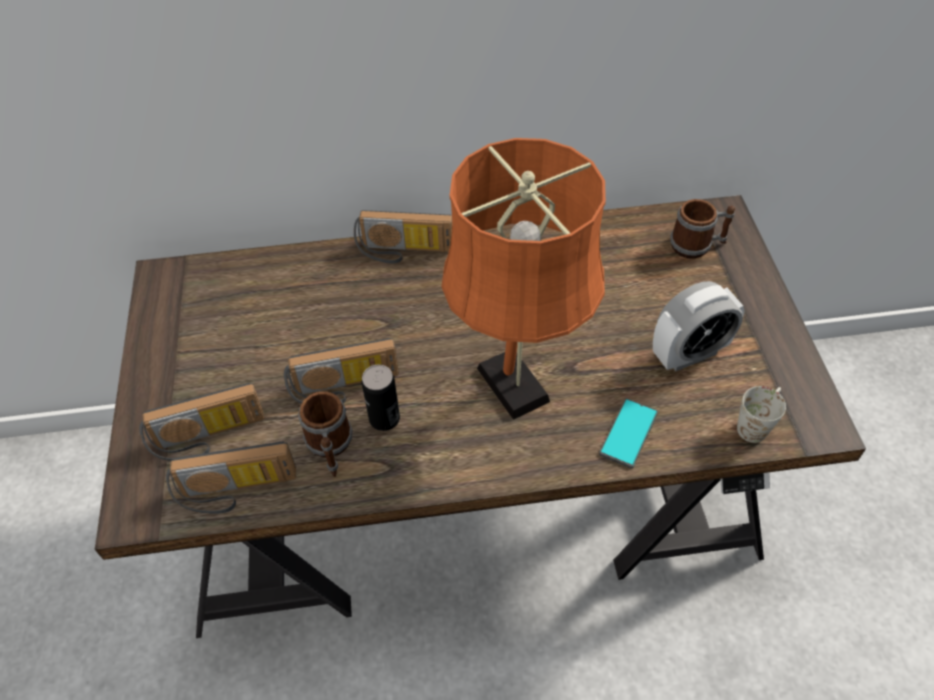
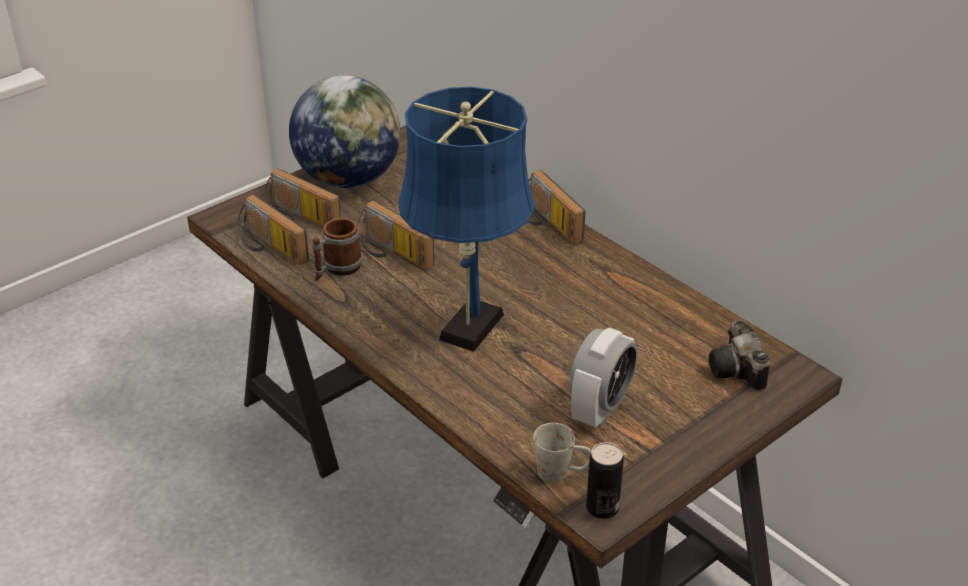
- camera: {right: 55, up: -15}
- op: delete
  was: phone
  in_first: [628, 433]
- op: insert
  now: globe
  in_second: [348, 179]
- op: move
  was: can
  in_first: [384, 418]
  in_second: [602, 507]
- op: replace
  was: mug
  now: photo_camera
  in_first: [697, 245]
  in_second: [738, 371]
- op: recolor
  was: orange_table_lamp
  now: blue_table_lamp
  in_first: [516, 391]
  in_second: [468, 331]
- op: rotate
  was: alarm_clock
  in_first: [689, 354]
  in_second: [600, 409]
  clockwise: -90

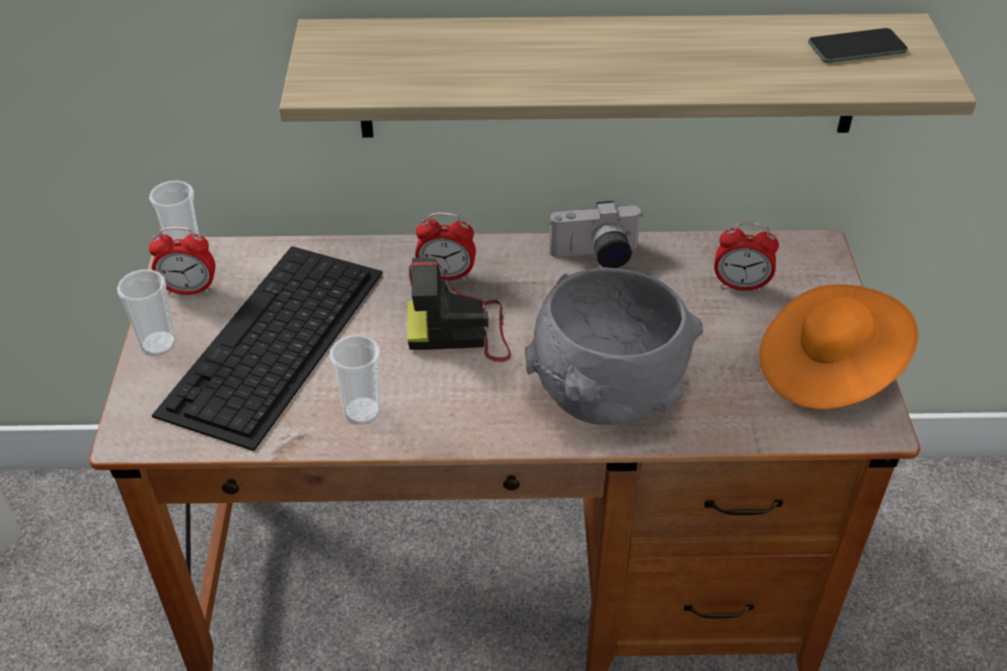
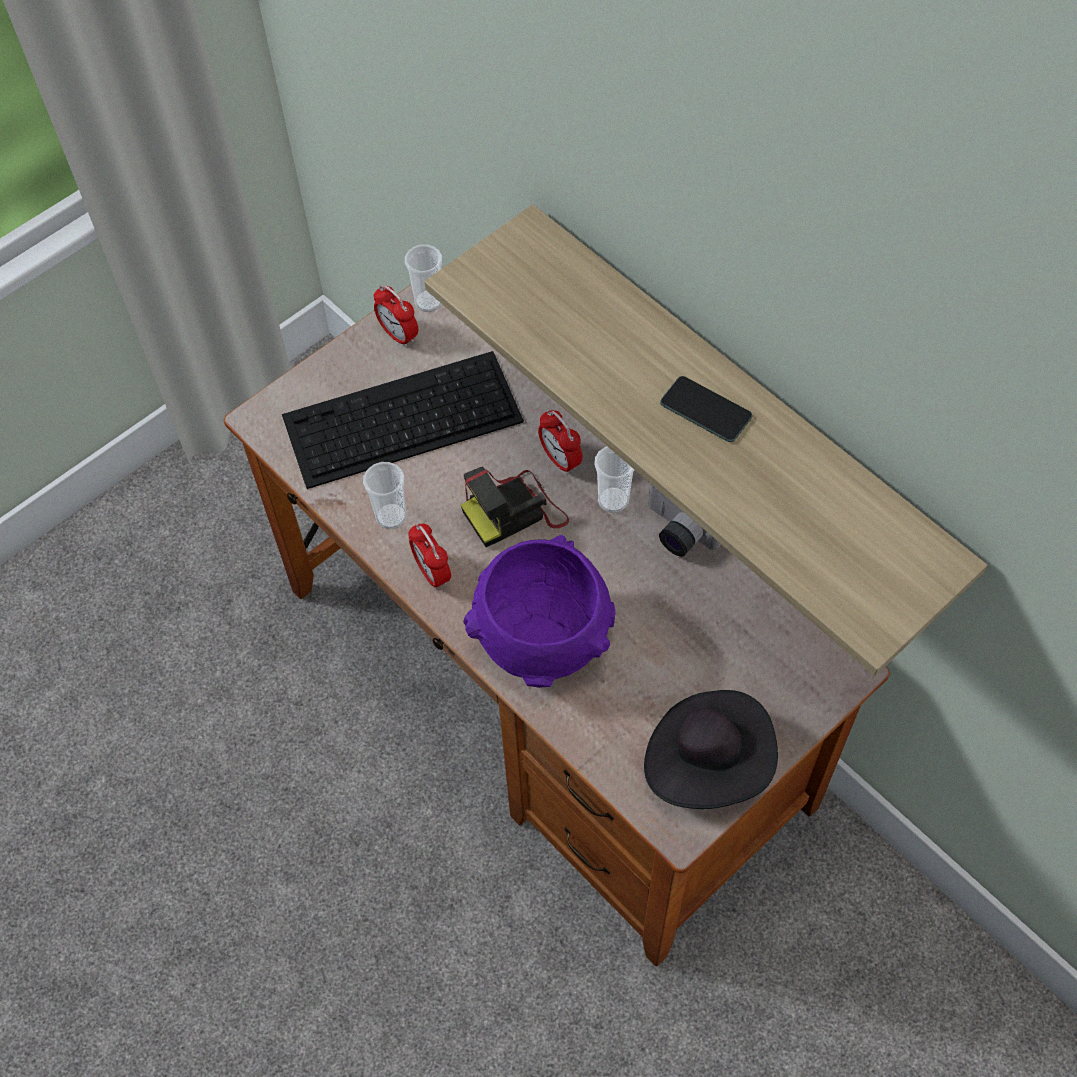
- camera: {right: 50, up: 15}
- op: move
  was: cup
  in_first: [158, 344]
  in_second: [613, 500]
- op: move
  was: alarm_clock
  in_first: [740, 285]
  in_second: [432, 573]
- op: move
  was: phone
  in_first: [857, 47]
  in_second: [705, 410]
- op: recolor
  was: grey_bowl
  now: purple_bowl
  in_first: [606, 395]
  in_second: [541, 640]
- op: recolor
  was: orange_hat
  now: black_hat
  in_first: [828, 370]
  in_second: [707, 762]
- op: rotate
  was: photo_camera
  in_first: [461, 332]
  in_second: [515, 512]
  clockwise: -75

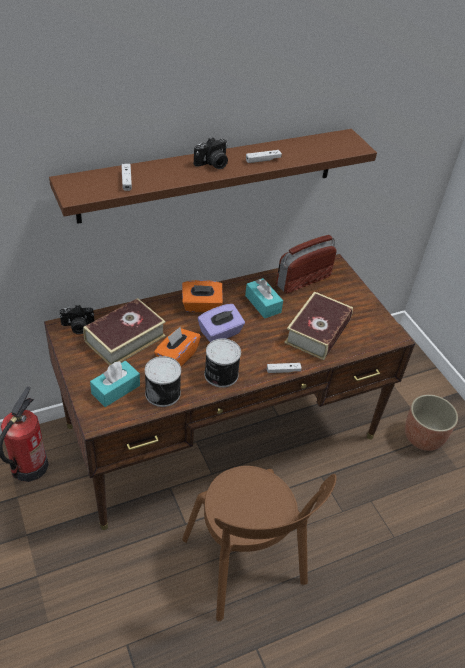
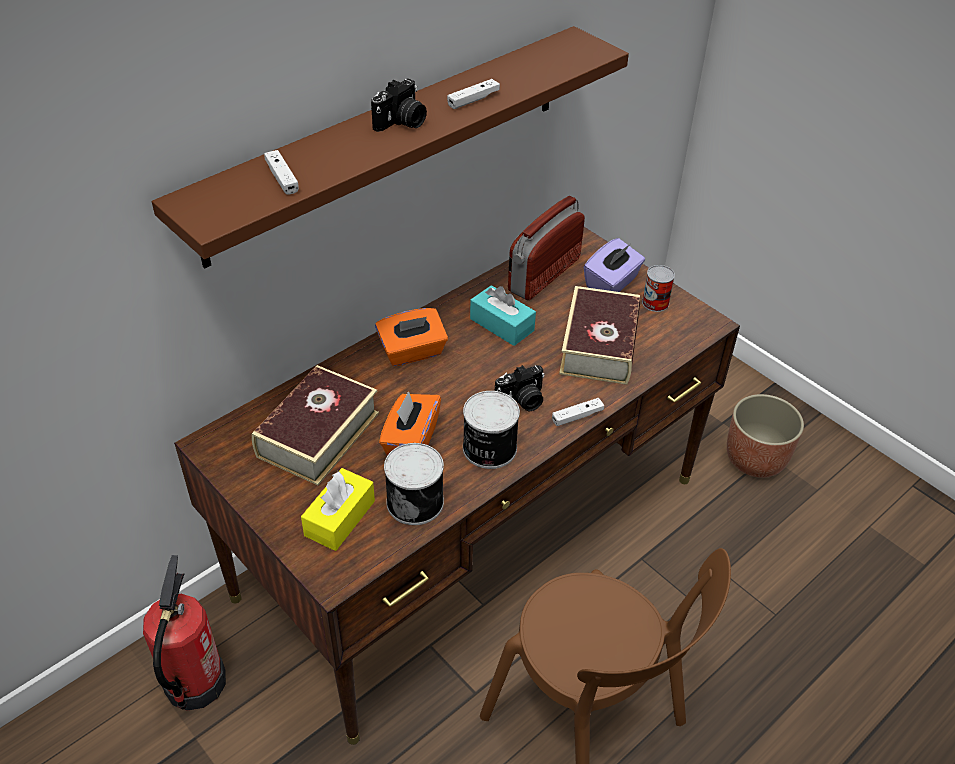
- camera: {right: -15, up: 0}
- op: insert
  now: can
  in_second: [655, 303]
- op: move
  was: photo_camera
  in_first: [77, 327]
  in_second: [522, 400]
- op: move
  was: purple_tissue_box
  in_first: [220, 333]
  in_second: [612, 283]
- op: recolor
  was: turquoise_tissue_box
  now: yellow_tissue_box
  in_first: [115, 389]
  in_second: [340, 518]

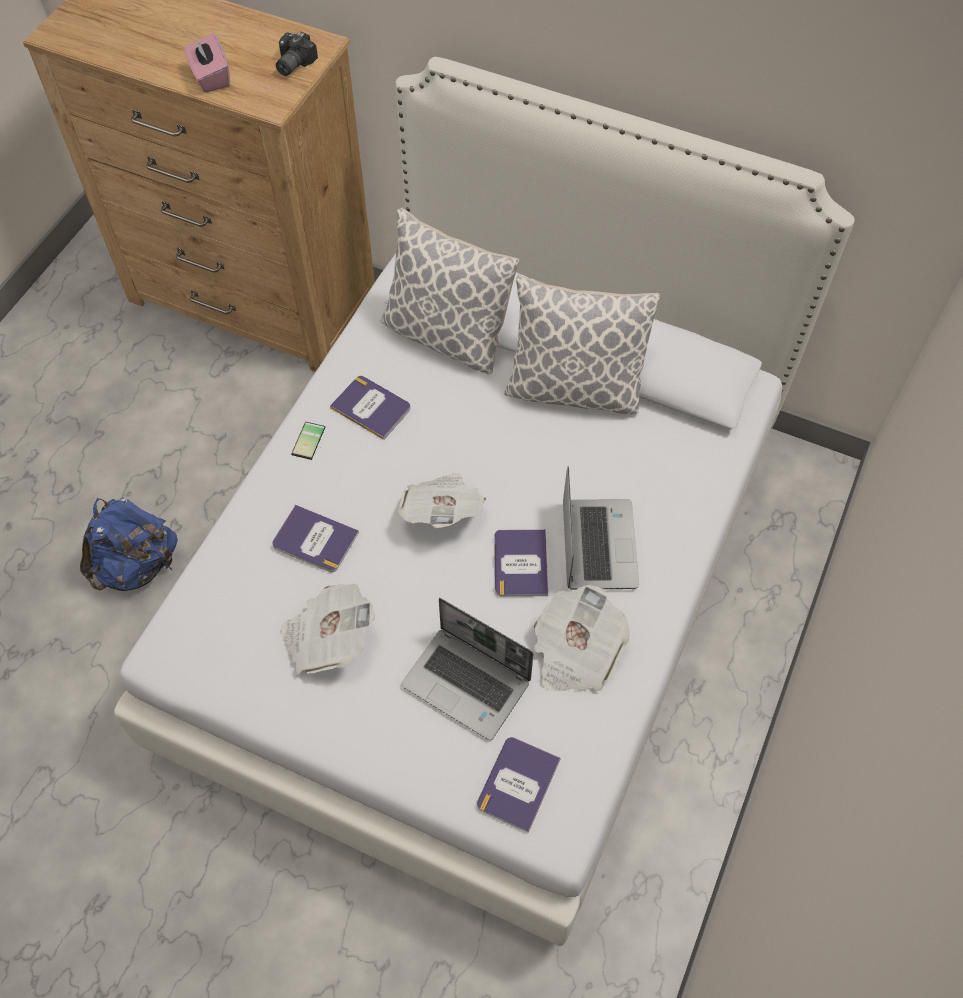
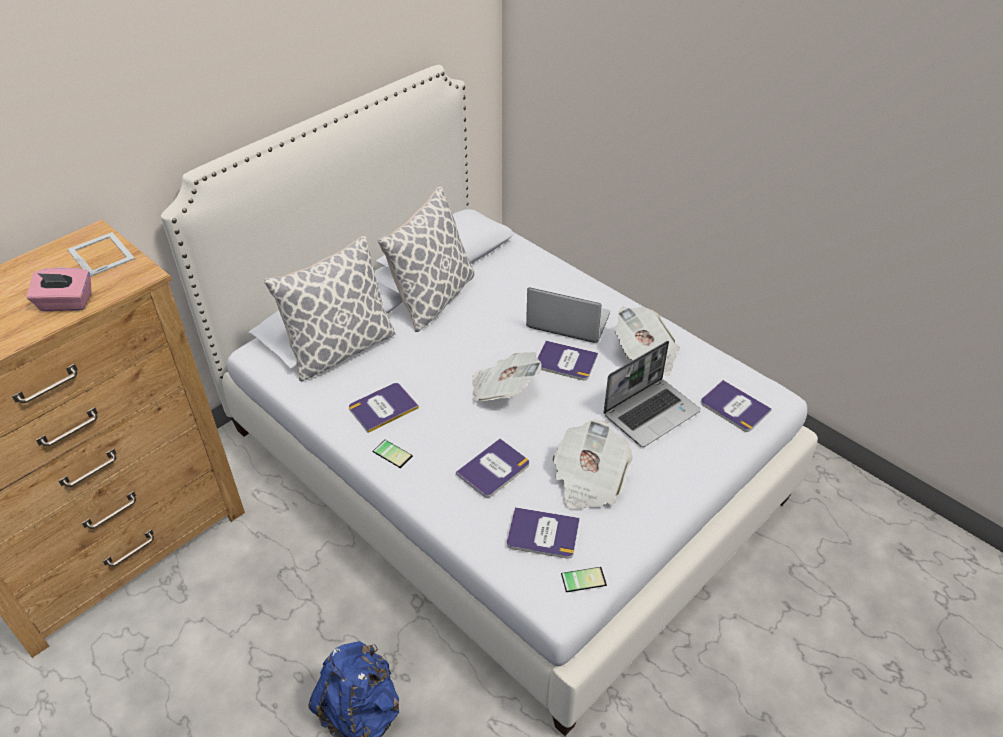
- camera: {right: -70, up: -15}
- op: insert
  now: book
  in_second: [543, 534]
- op: insert
  now: phone
  in_second: [583, 577]
- op: replace
  was: photo_camera
  now: picture_frame
  in_first: [292, 64]
  in_second: [101, 254]

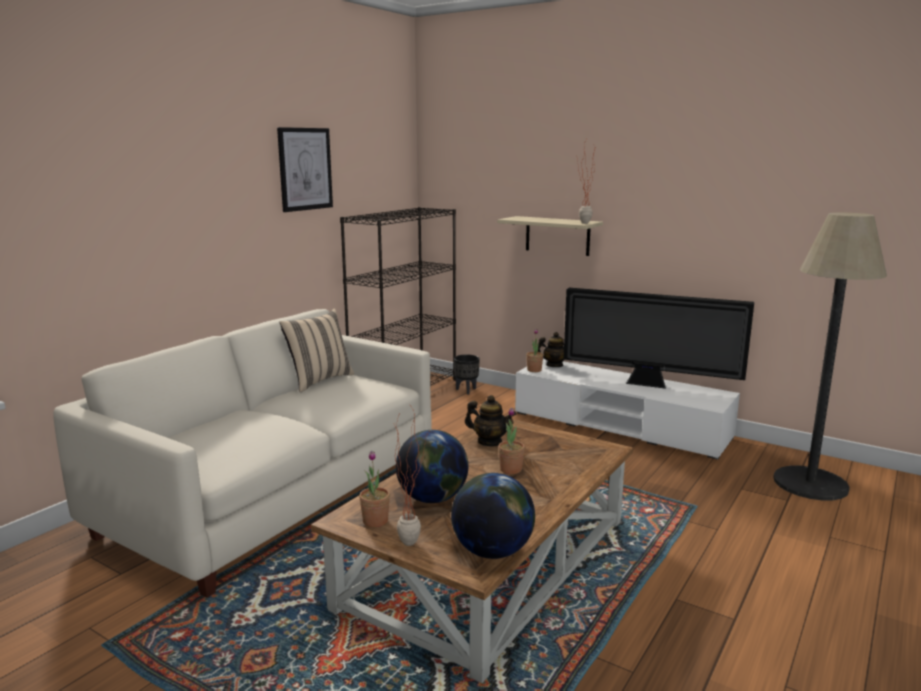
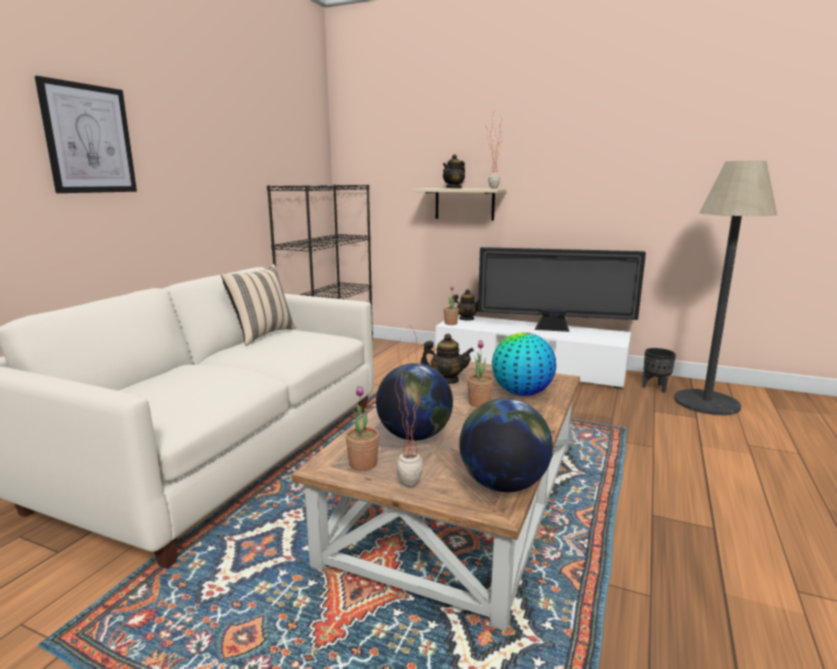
- camera: {right: -10, up: 0}
- op: insert
  now: teapot
  in_second: [454, 188]
- op: insert
  now: globe
  in_second: [521, 393]
- op: move
  was: picture
  in_first: [305, 169]
  in_second: [89, 139]
- op: move
  was: black_planter
  in_first: [467, 390]
  in_second: [655, 387]

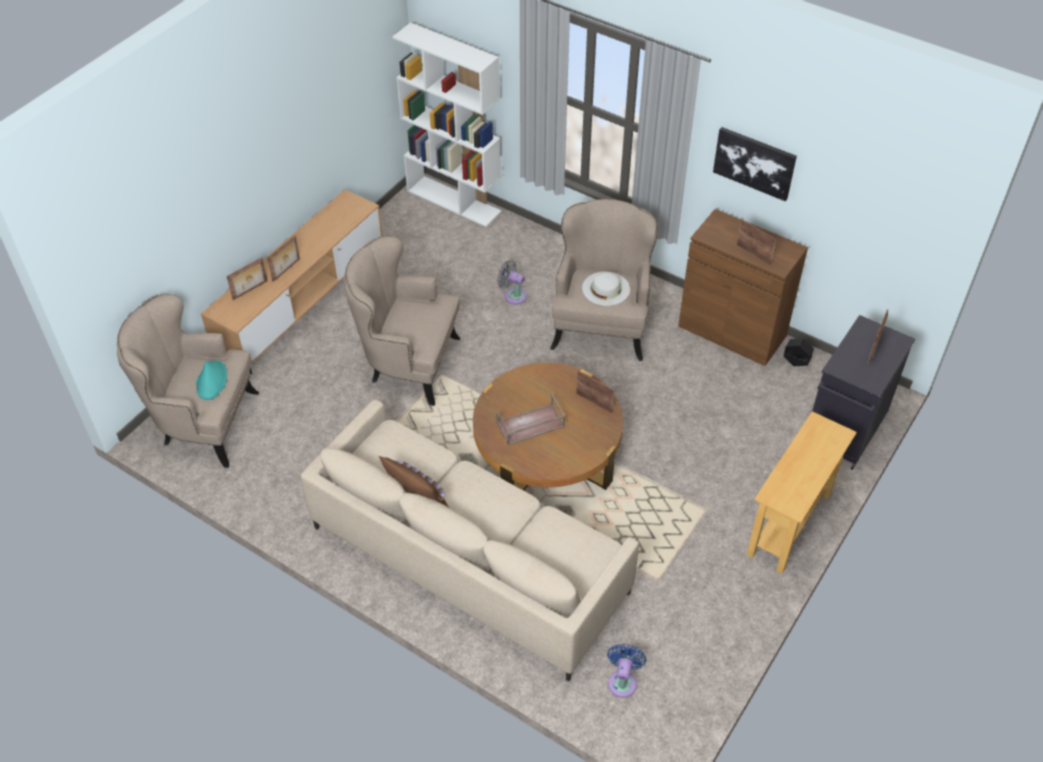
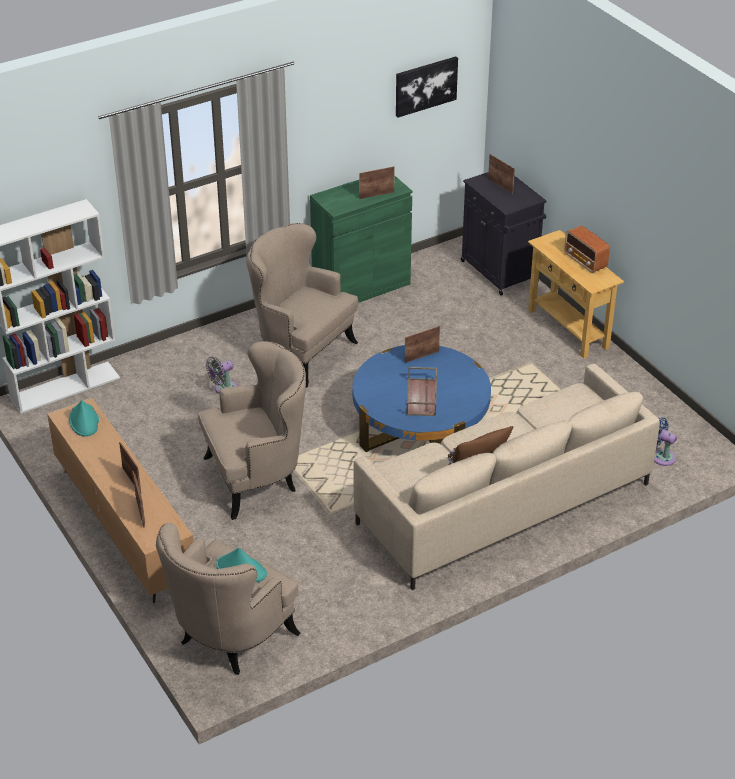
- camera: {right: -65, up: -10}
- op: delete
  was: white_hat
  in_first: [606, 288]
- op: delete
  was: black_planter
  in_first: [795, 362]
- op: insert
  now: turquoise_hat
  in_second: [84, 421]
- op: insert
  now: radio
  in_second: [585, 262]
- op: move
  was: picture
  in_first: [754, 162]
  in_second: [425, 86]
- op: recolor
  was: brown_coffee_table
  now: blue_coffee_table
  in_first: [547, 453]
  in_second: [420, 426]
- op: recolor
  was: brown_cabinet
  now: green_cabinet
  in_first: [732, 331]
  in_second: [361, 286]
- op: rotate
  was: beige_armchair
  in_first: [408, 364]
  in_second: [257, 478]
  clockwise: -150

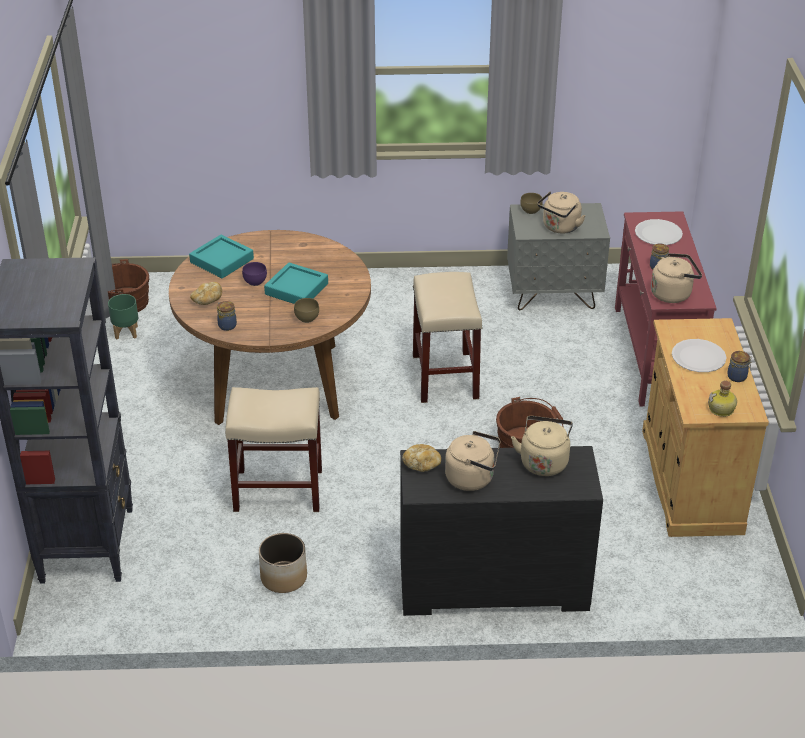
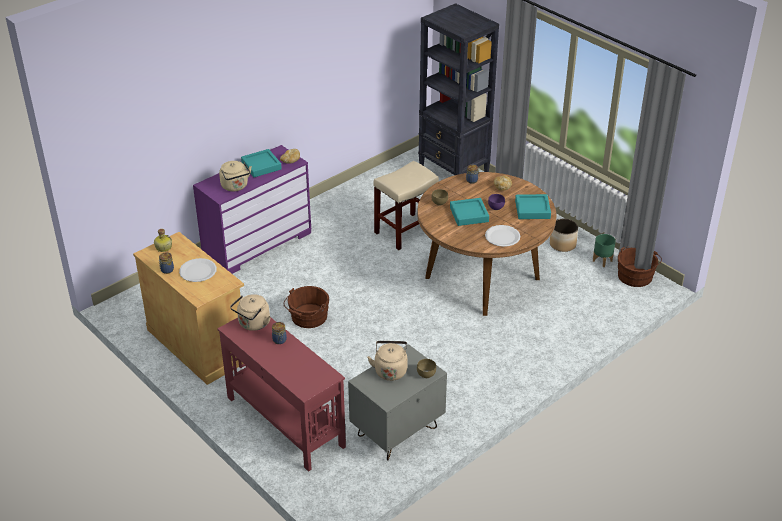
- camera: {right: 140, up: 0}
- op: delete
  was: beige_stool
  in_first: [446, 377]
- op: move
  was: planter
  in_first: [283, 577]
  in_second: [563, 244]
- op: move
  was: white_plate
  in_first: [658, 234]
  in_second: [502, 237]
- op: replace
  was: beige_kettle
  now: turquoise_tray
  in_first: [473, 478]
  in_second: [261, 166]
- op: recolor
  was: black_dresser
  now: purple_dresser
  in_first: [493, 587]
  in_second: [257, 244]

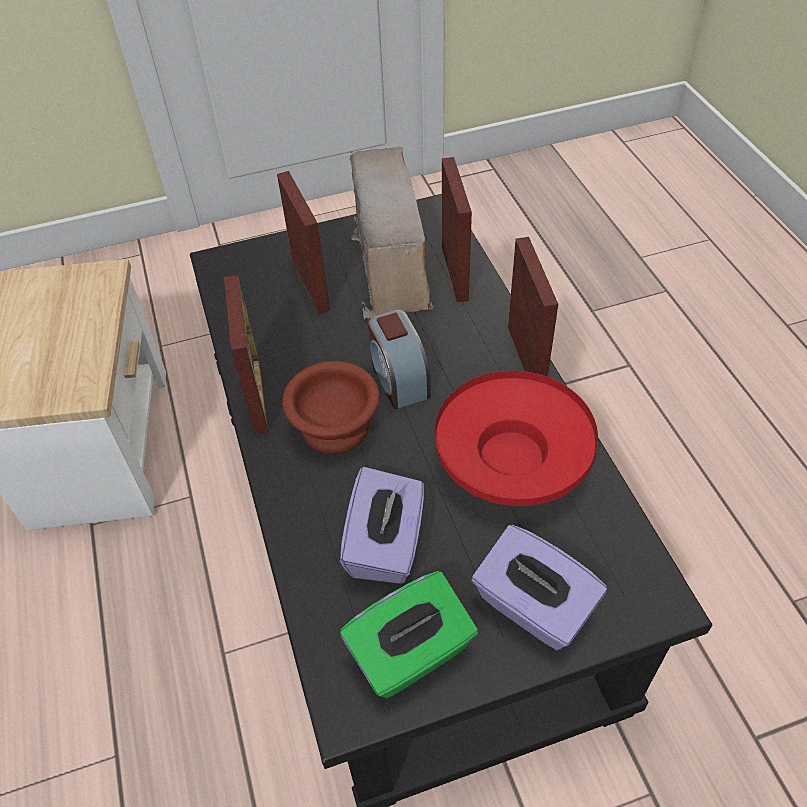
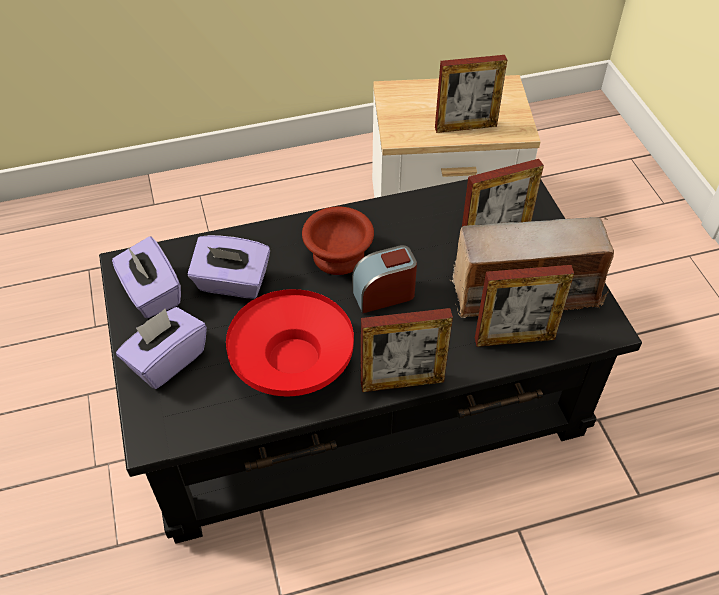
- camera: {right: 90, up: 0}
- op: move
  was: picture_frame
  in_first: [257, 397]
  in_second: [465, 127]
- op: recolor
  was: green_tissue_box
  now: purple_tissue_box
  in_first: [411, 653]
  in_second: [151, 293]

